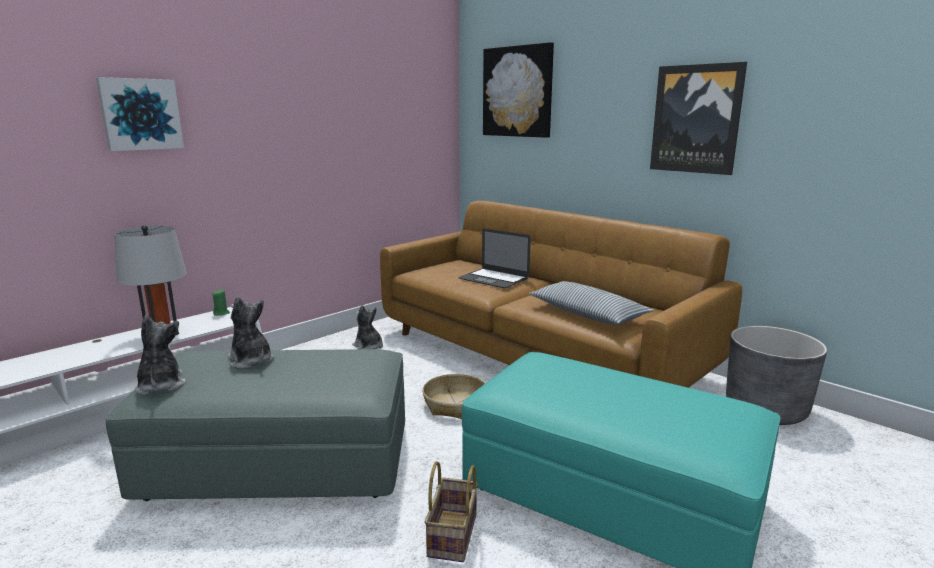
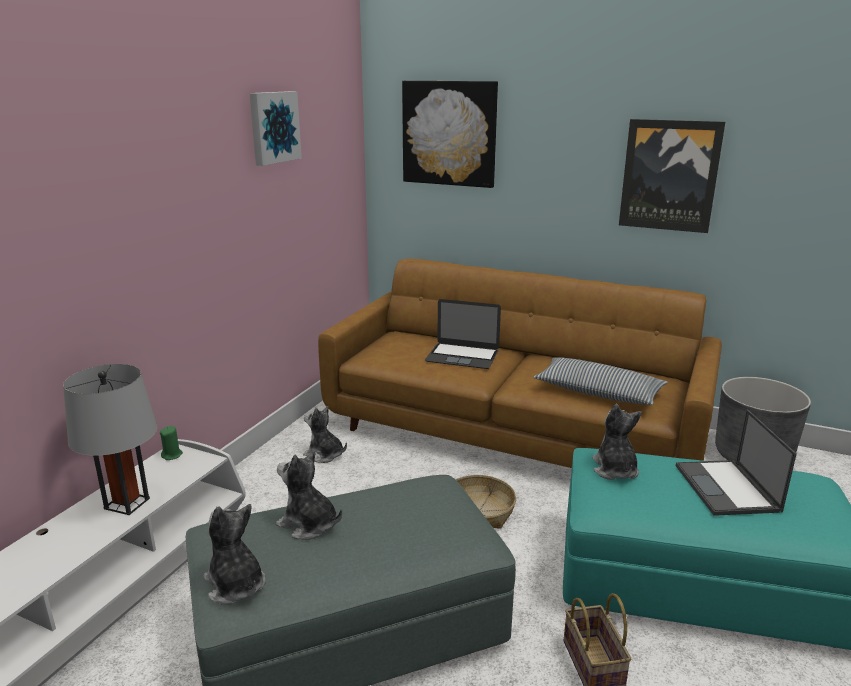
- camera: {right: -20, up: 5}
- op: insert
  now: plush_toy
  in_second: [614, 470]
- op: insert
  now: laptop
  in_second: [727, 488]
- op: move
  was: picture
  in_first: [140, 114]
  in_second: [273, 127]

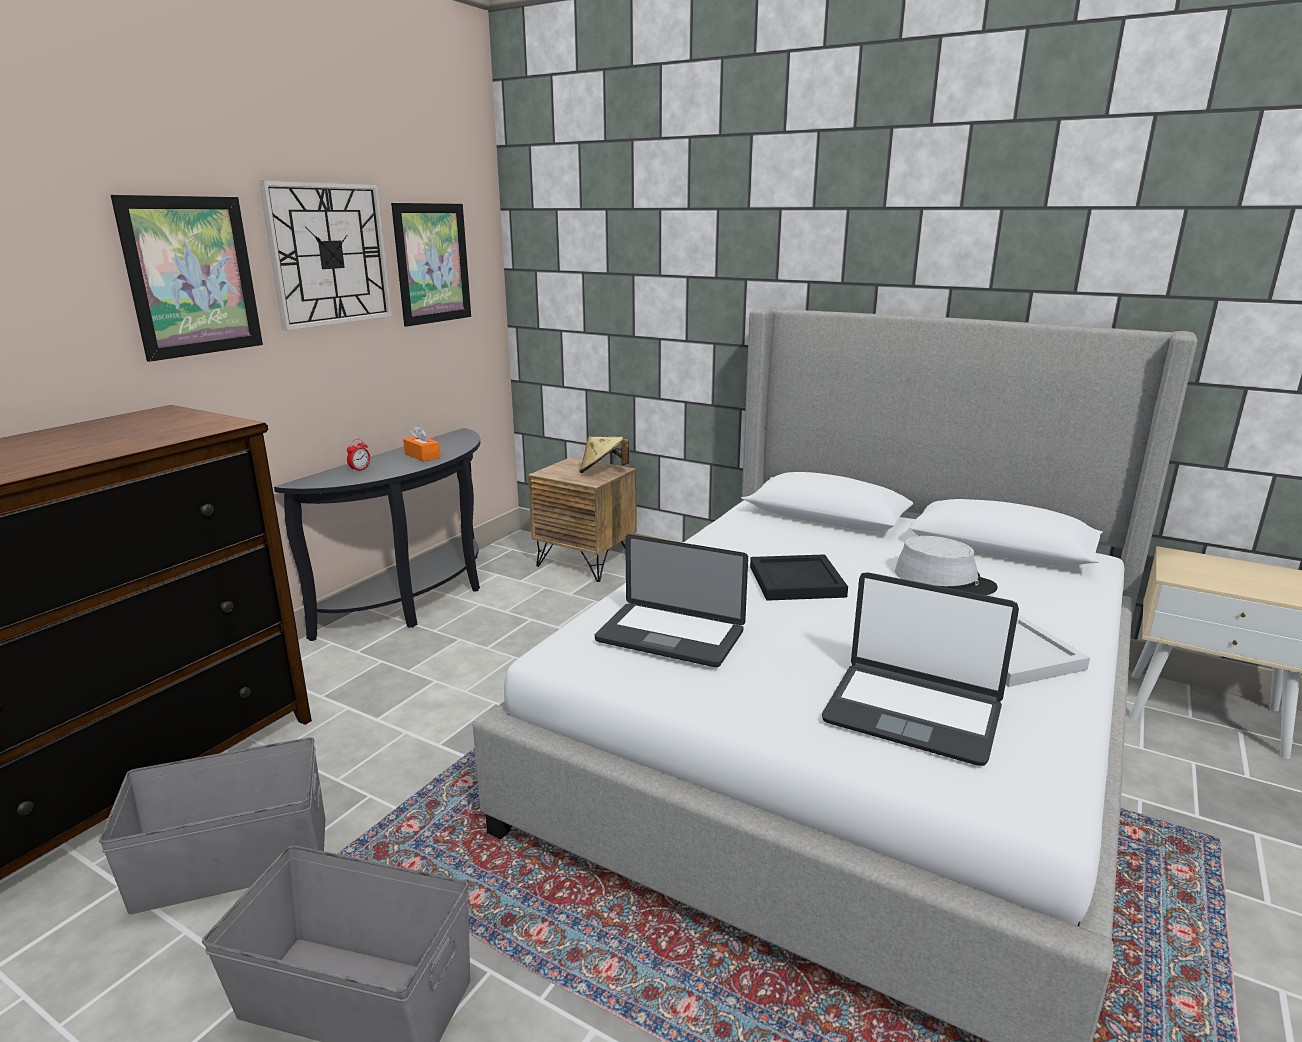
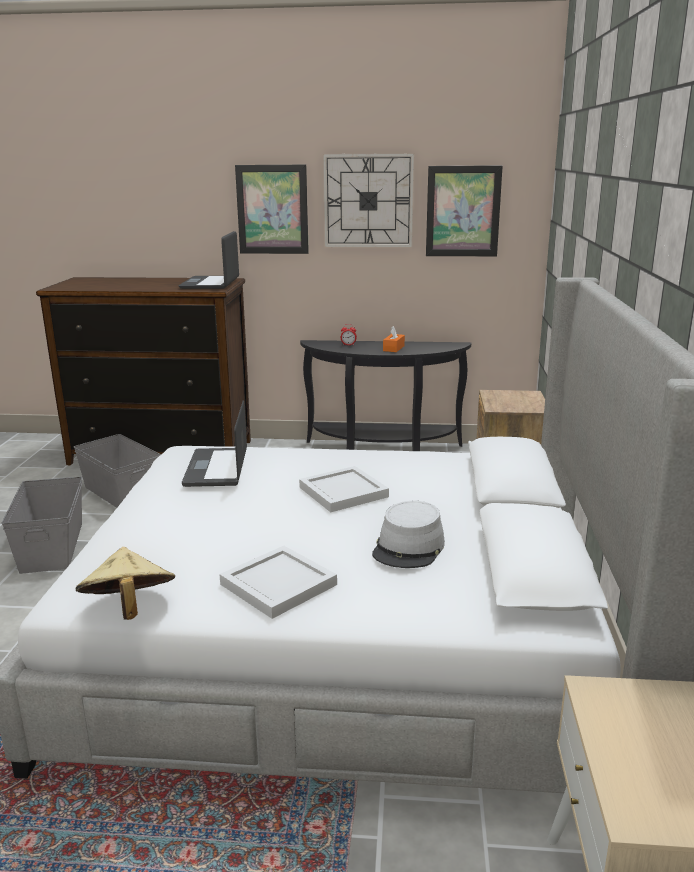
- camera: {right: 65, up: 0}
- op: move
  was: beige_hat
  in_first: [602, 471]
  in_second: [128, 609]
- op: move
  was: laptop
  in_first: [912, 713]
  in_second: [211, 284]
- op: recolor
  was: black_tray
  now: white_tray
  in_first: [797, 581]
  in_second: [345, 492]

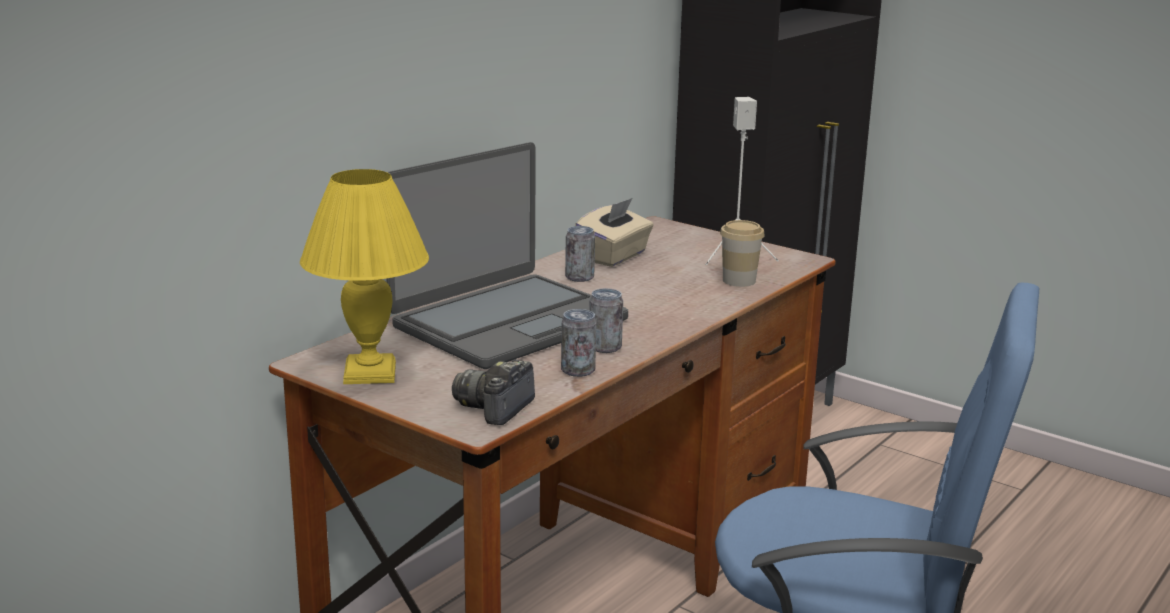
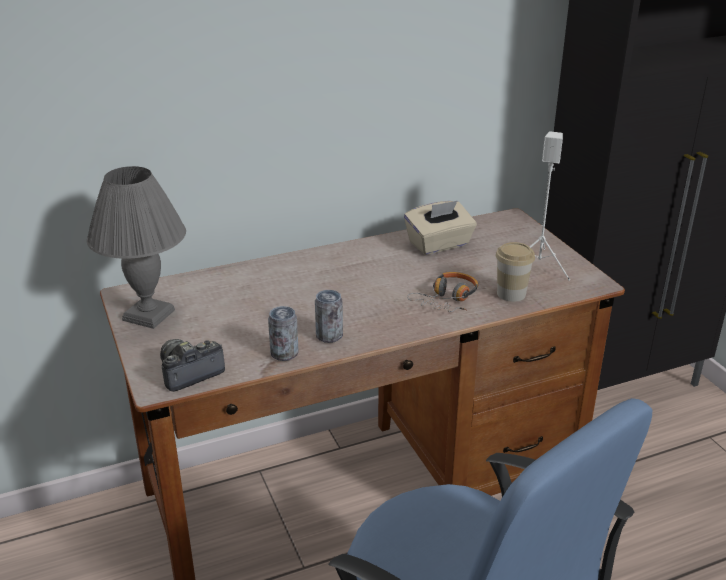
- camera: {right: 30, up: 10}
- op: delete
  was: laptop
  in_first: [507, 322]
- op: delete
  was: can
  in_first: [579, 277]
- op: insert
  now: headphones
  in_second: [447, 299]
- op: recolor
  was: yellow_table_lamp
  now: grey_table_lamp
  in_first: [368, 373]
  in_second: [147, 315]

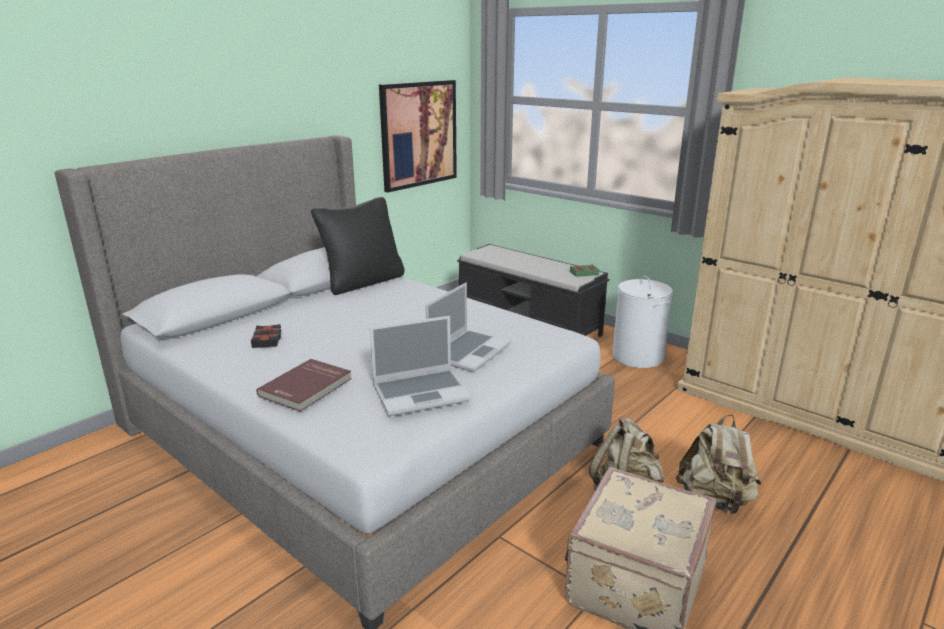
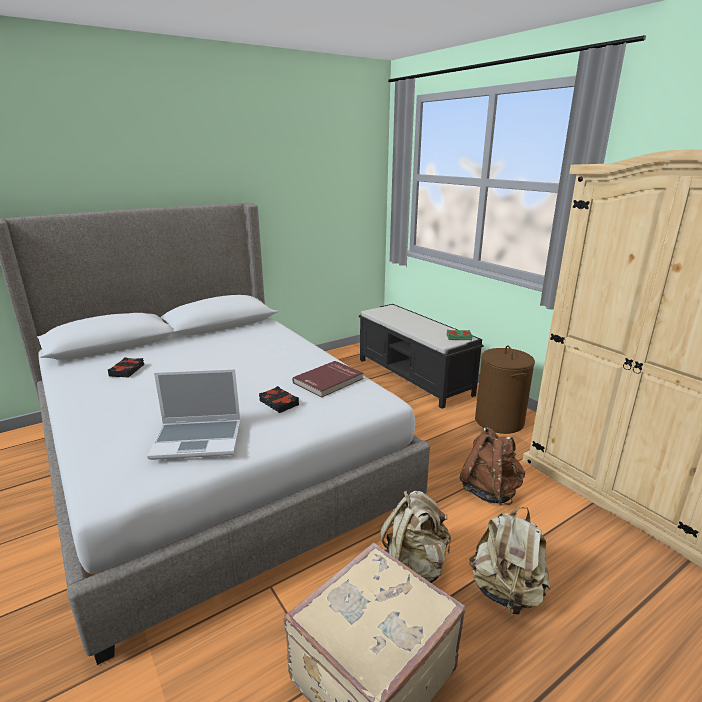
- camera: {right: 15, up: 0}
- op: delete
  was: black_pillow
  in_first: [363, 282]
- op: delete
  was: picture
  in_first: [419, 134]
- op: insert
  now: brown_backpack
  in_second: [490, 491]
- op: move
  was: red_book
  in_first: [307, 387]
  in_second: [329, 381]
- op: replace
  was: laptop
  now: black_book
  in_first: [468, 351]
  in_second: [278, 403]
- op: recolor
  was: white_laundry_basket
  now: brown_laundry_basket
  in_first: [638, 357]
  in_second: [499, 421]

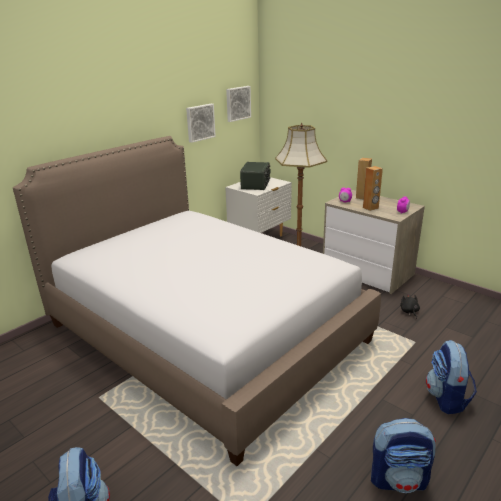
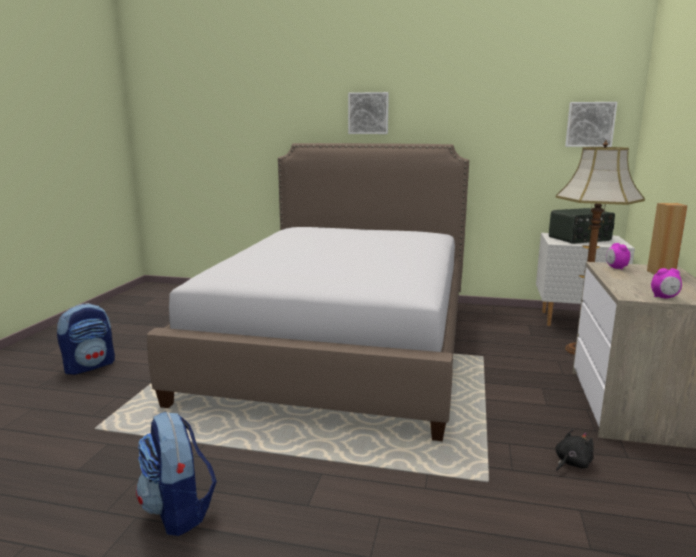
- camera: {right: 60, up: -10}
- op: delete
  was: brown_speaker
  in_first: [370, 208]
- op: delete
  was: backpack
  in_first: [447, 398]
- op: move
  was: picture
  in_first: [200, 122]
  in_second: [368, 113]

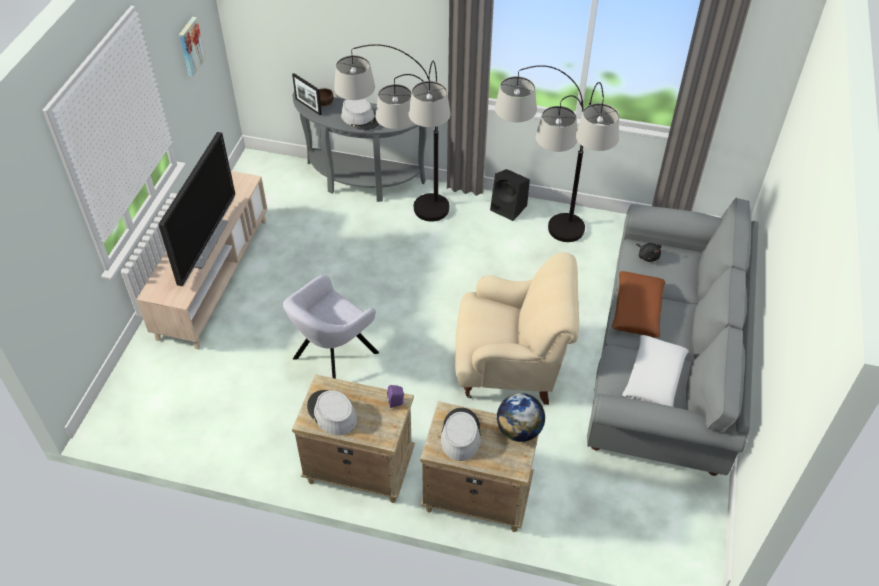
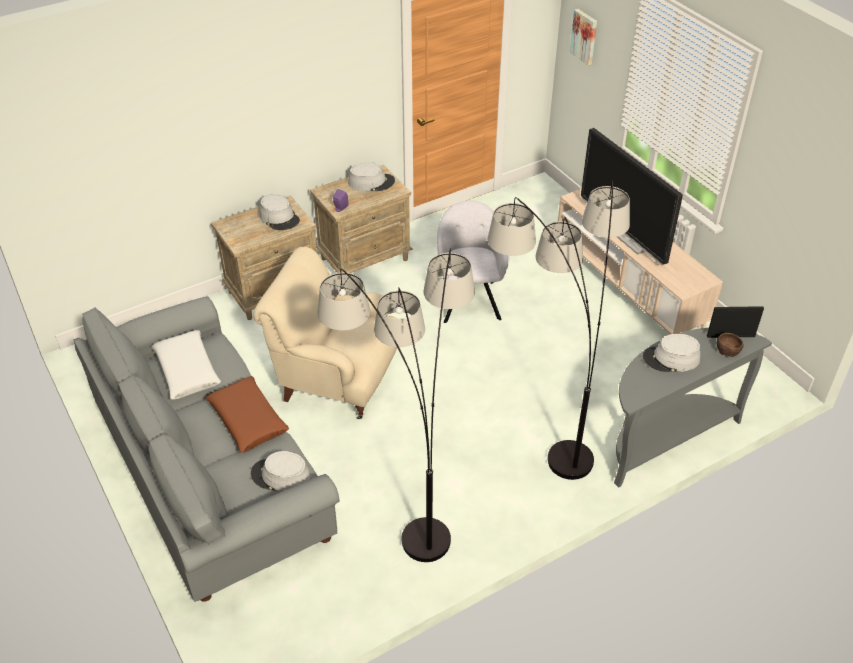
- camera: {right: 135, up: -5}
- op: delete
  was: black_speaker
  in_first: [509, 208]
- op: delete
  was: globe
  in_first: [519, 430]
- op: move
  was: picture
  in_first: [190, 46]
  in_second: [584, 36]
- op: replace
  was: black_plush_toy
  now: grey_hat
  in_first: [647, 256]
  in_second: [281, 476]
- op: rotate
  was: beige_armchair
  in_first: [510, 367]
  in_second: [336, 379]
  clockwise: 60

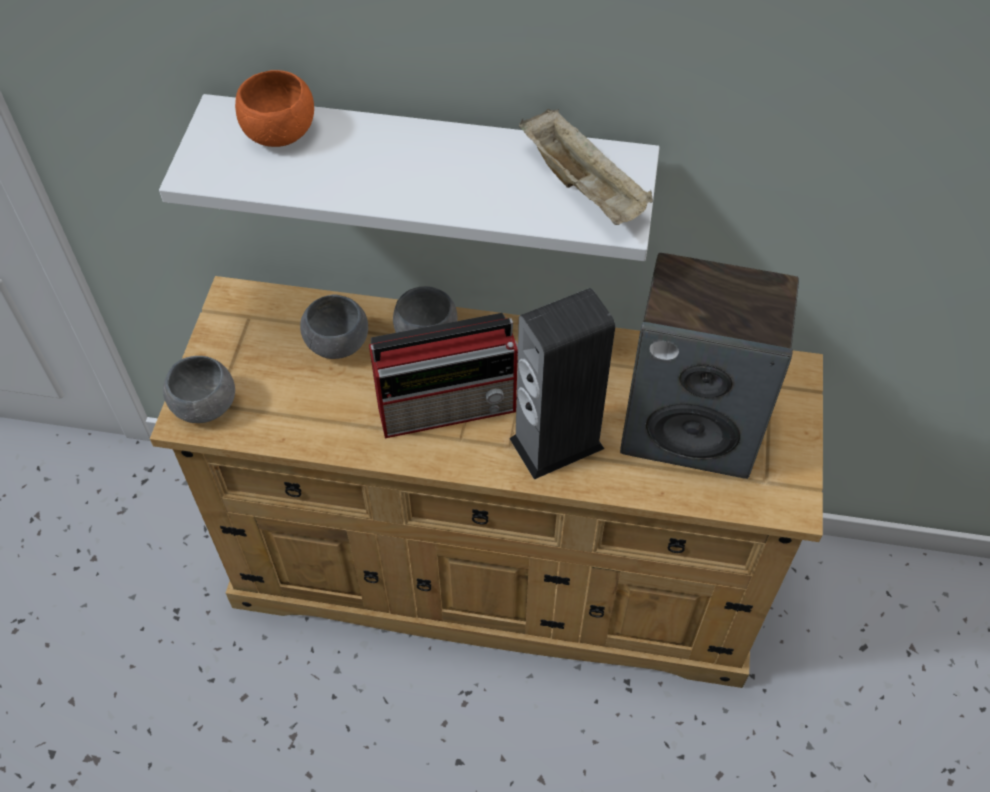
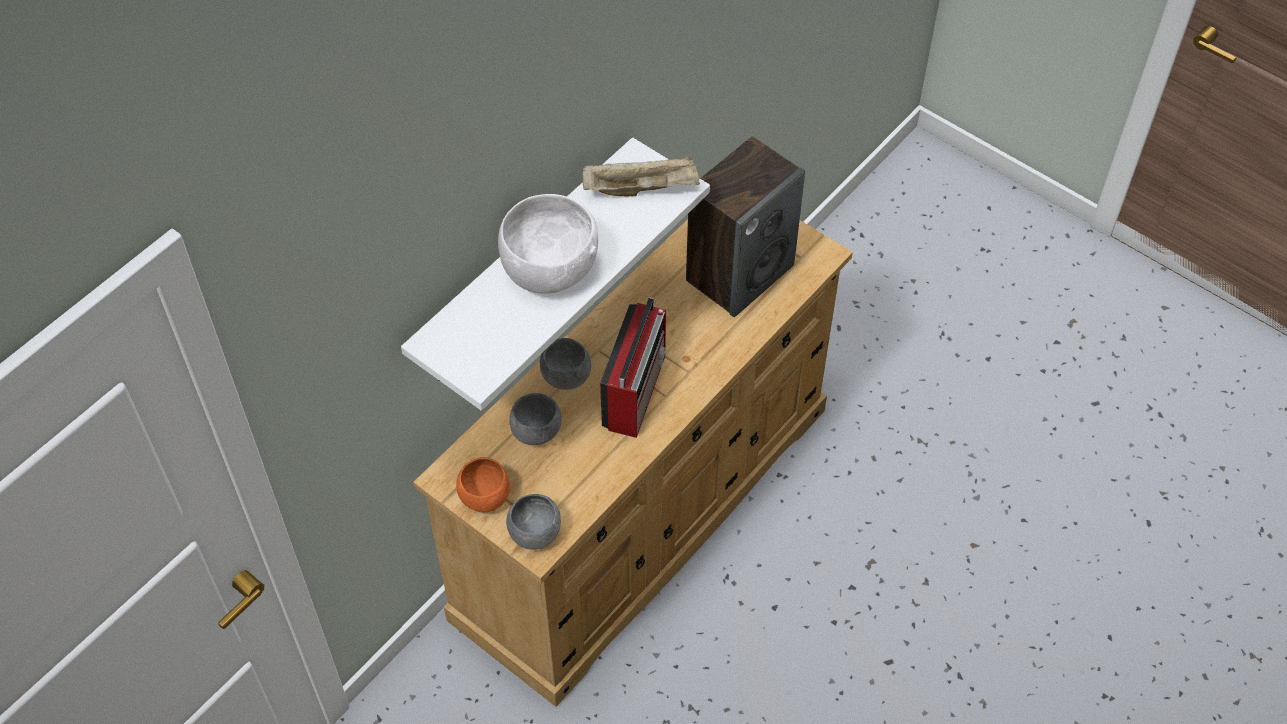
- camera: {right: -60, up: 0}
- op: delete
  was: speaker
  in_first: [556, 443]
- op: insert
  now: white_bowl
  in_second: [549, 269]
- op: move
  was: orange_bowl
  in_first: [279, 133]
  in_second: [485, 496]

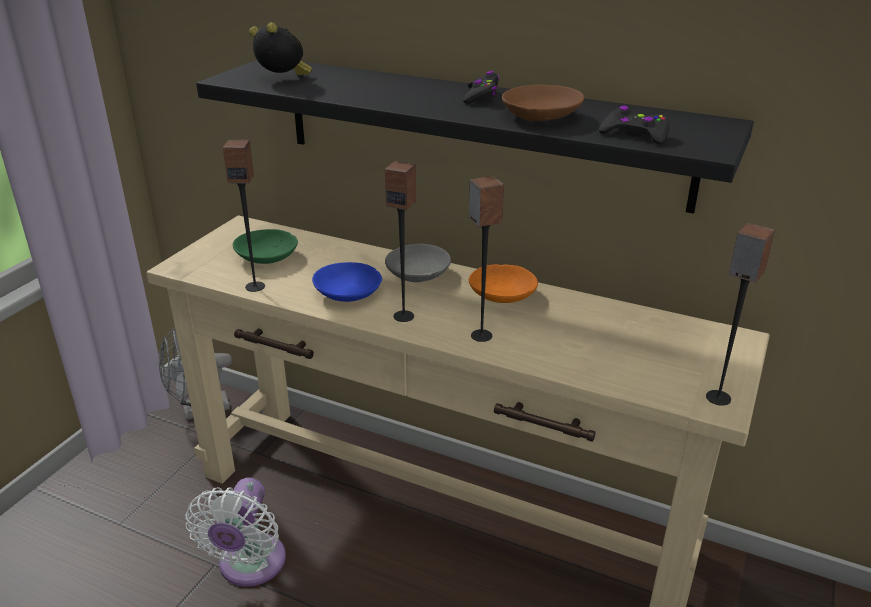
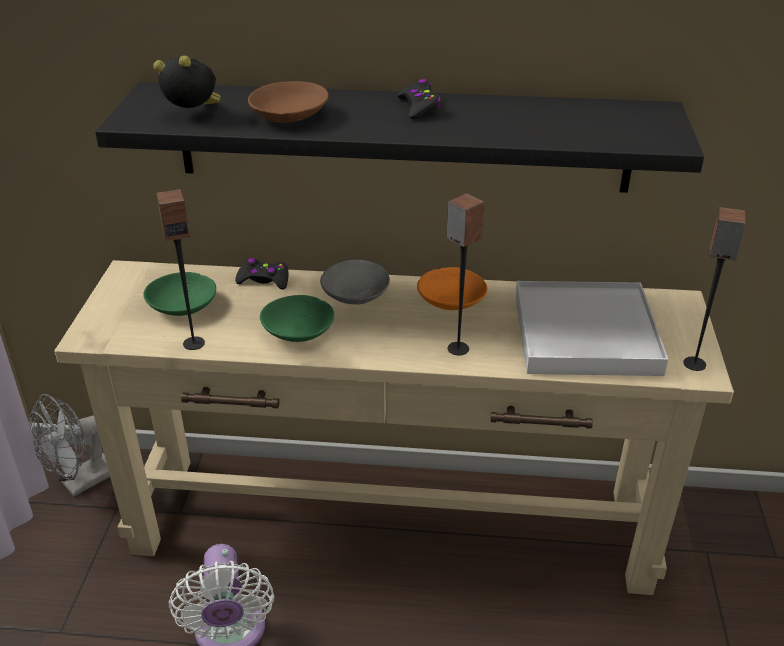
- camera: {right: -20, up: 5}
- op: delete
  was: speaker
  in_first: [404, 316]
- op: insert
  now: white_tray
  in_second: [585, 334]
- op: move
  was: brown_bowl
  in_first: [540, 117]
  in_second: [288, 116]
- op: move
  was: black_game_controller
  in_first: [635, 134]
  in_second: [264, 280]
- op: recolor
  was: blue_bowl
  now: green_bowl
  in_first: [349, 293]
  in_second: [299, 330]

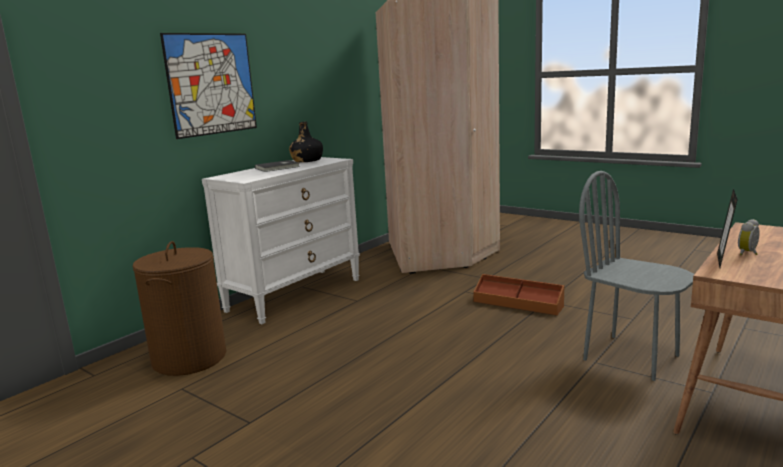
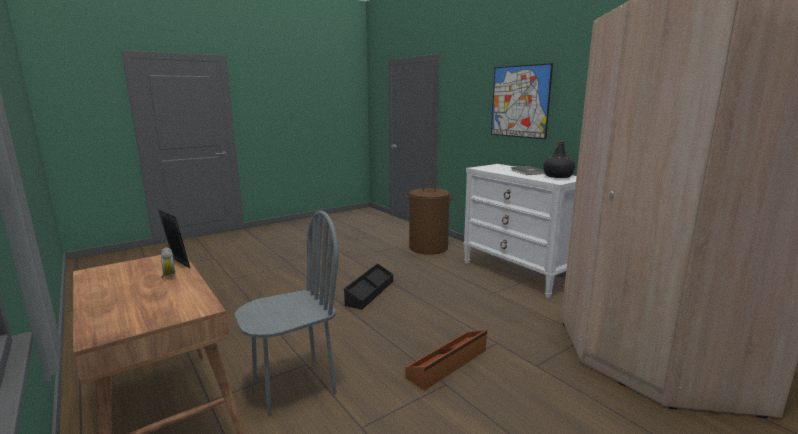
- camera: {right: 105, up: 0}
- op: insert
  now: black_storage_box
  in_second: [369, 292]

